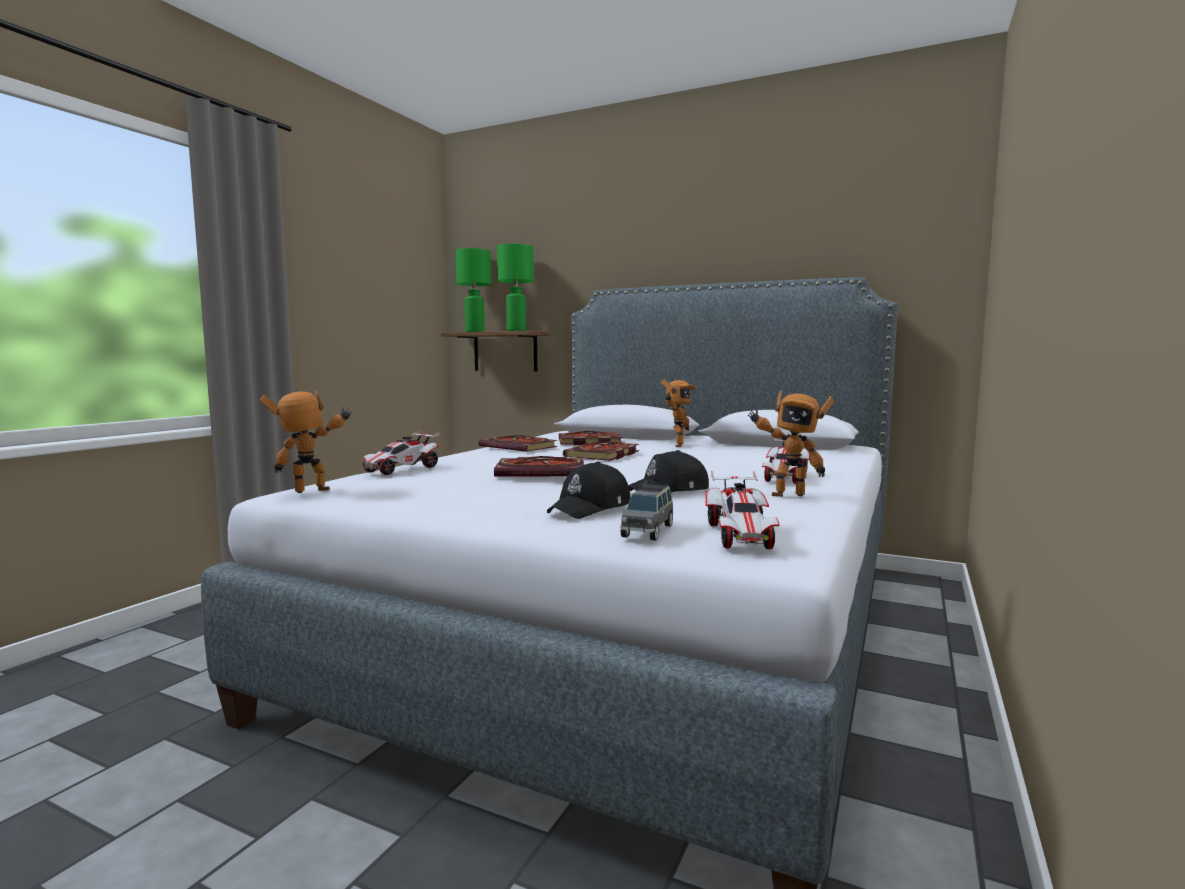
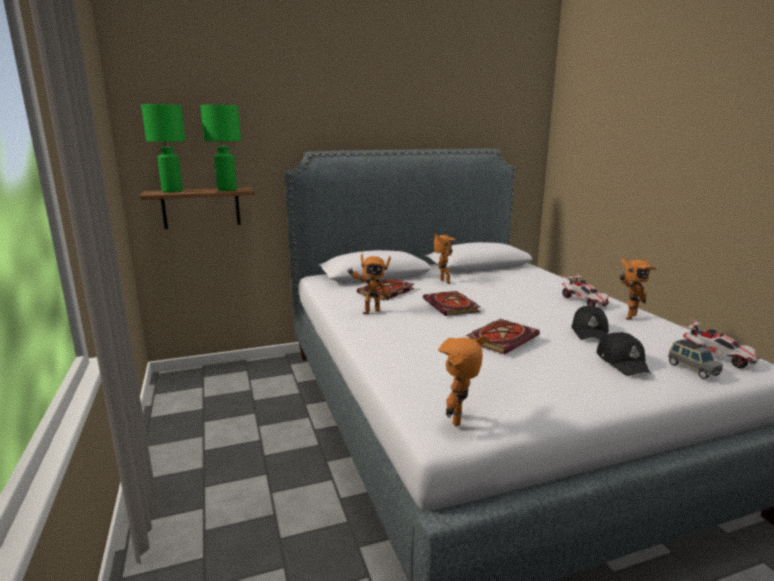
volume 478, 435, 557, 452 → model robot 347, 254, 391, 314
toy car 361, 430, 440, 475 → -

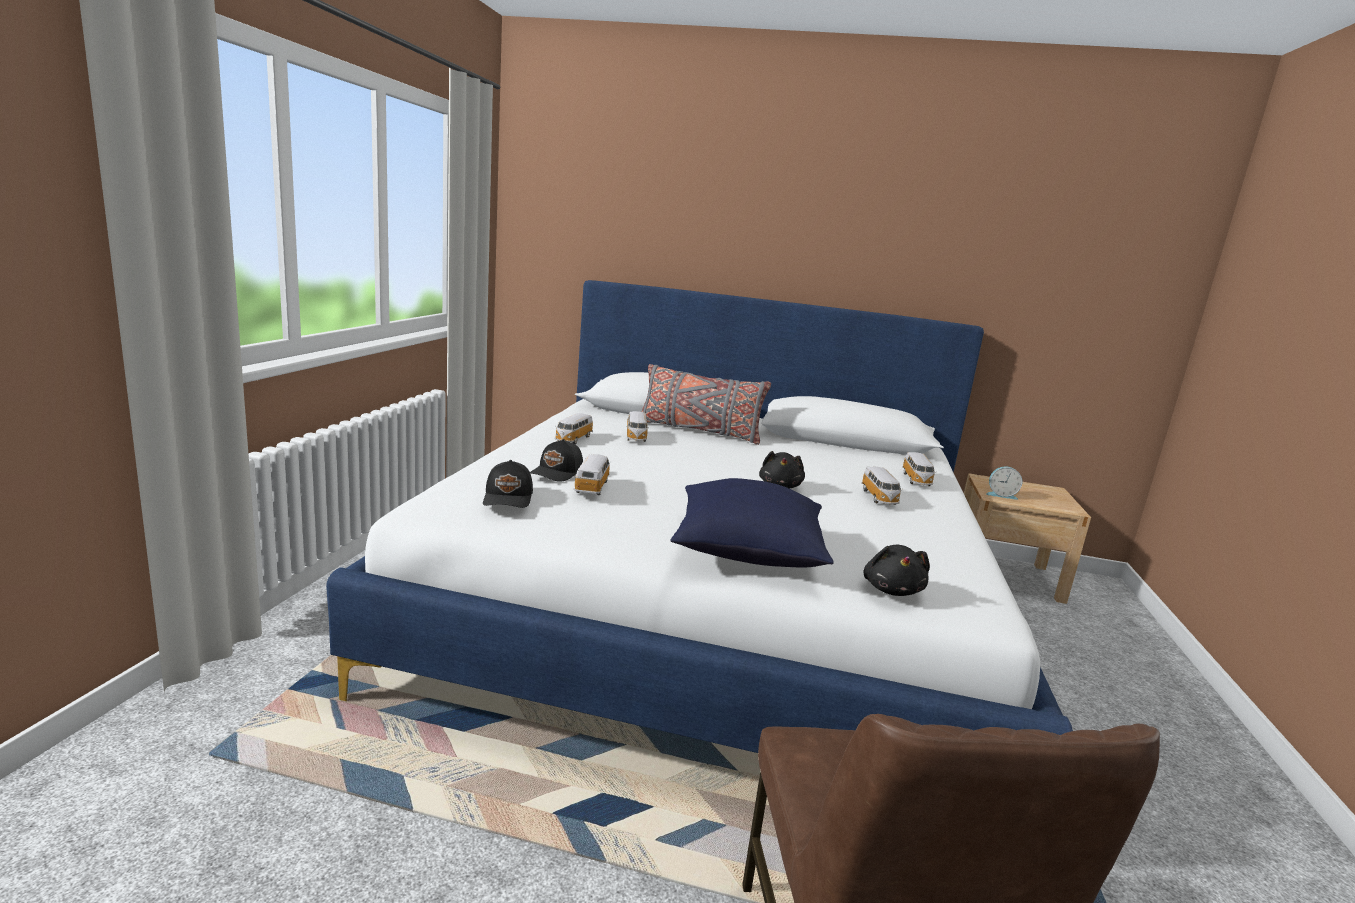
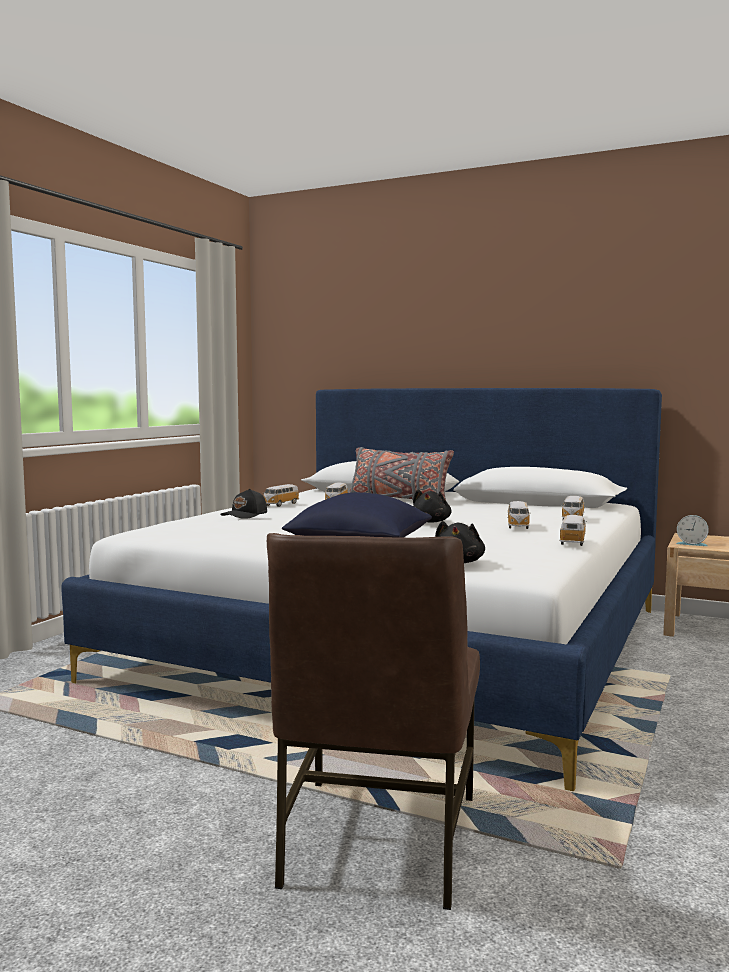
toy car 574, 454, 611, 495 → toy car 559, 515, 587, 546, move
black peaked cap 483, 460, 533, 508 → -

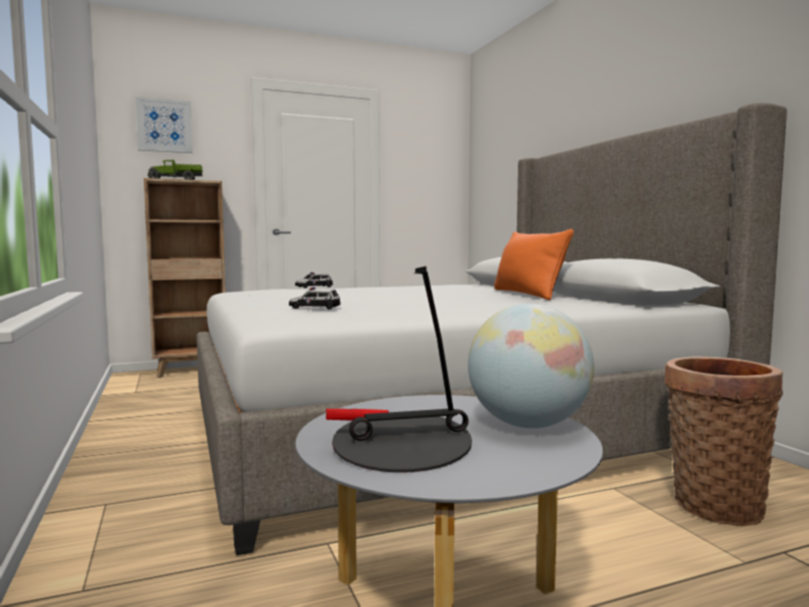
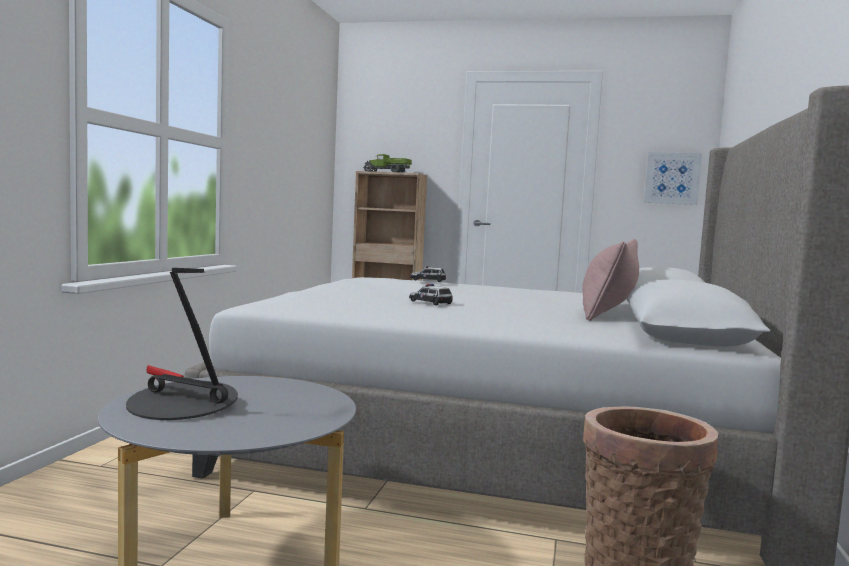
toy car 289, 287, 340, 309 → toy car 409, 284, 453, 305, move
orange pillow 494, 229, 574, 300 → pink pillow 582, 239, 639, 321
wall picture 136, 97, 193, 153 → wall picture 644, 152, 702, 205, move
world globe 468, 304, 594, 428 → -

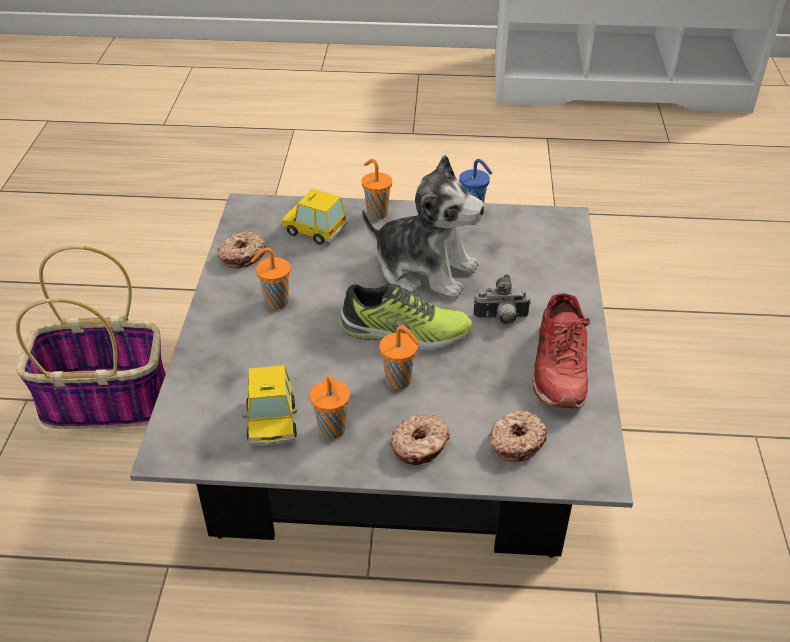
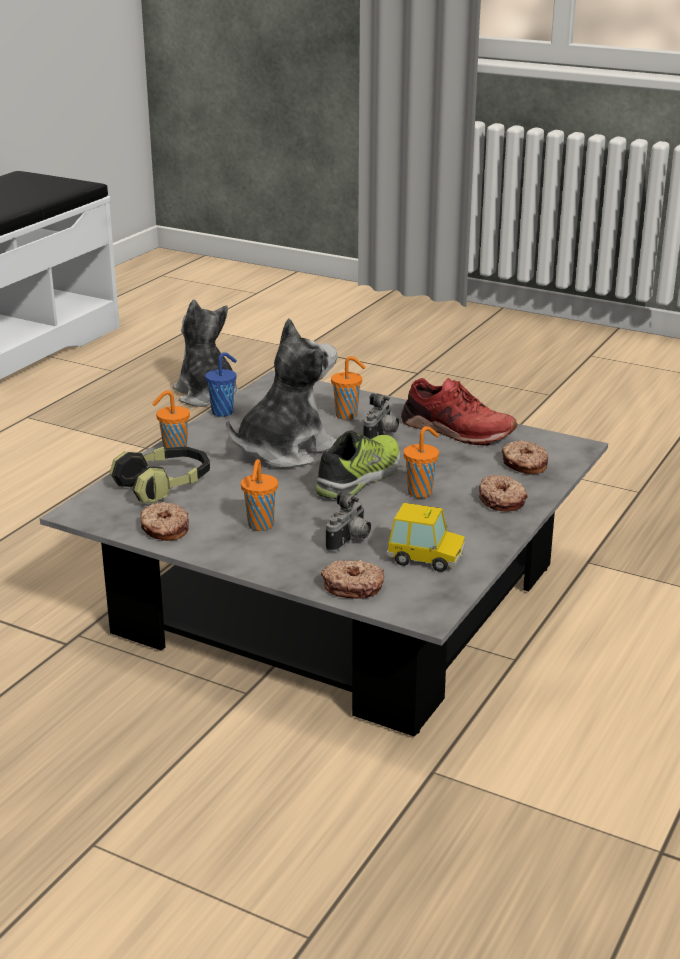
toy car 281, 189, 348, 245 → headset 110, 447, 210, 503
- → soft toy 173, 299, 239, 407
- → donut 321, 559, 384, 598
- → photo camera 326, 491, 371, 552
orange drinking cup 310, 375, 350, 439 → orange drinking cup 331, 356, 366, 420, move
storage basket 16, 245, 166, 429 → -

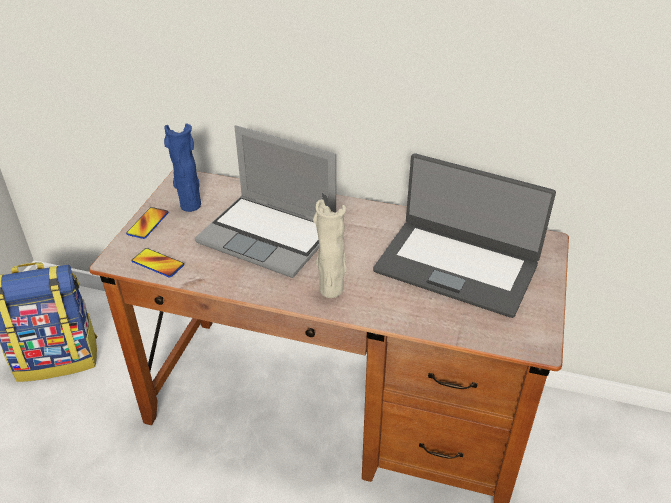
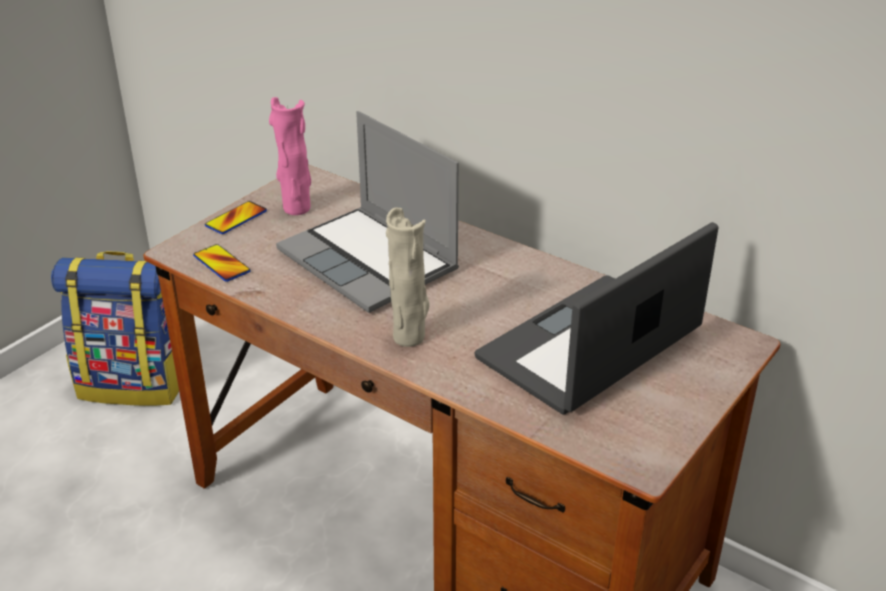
blue flower vase 164, 124, 201, 212 → pink flower vase 269, 97, 311, 215
laptop 373, 153, 556, 318 → laptop 474, 222, 719, 415, 90 degrees clockwise

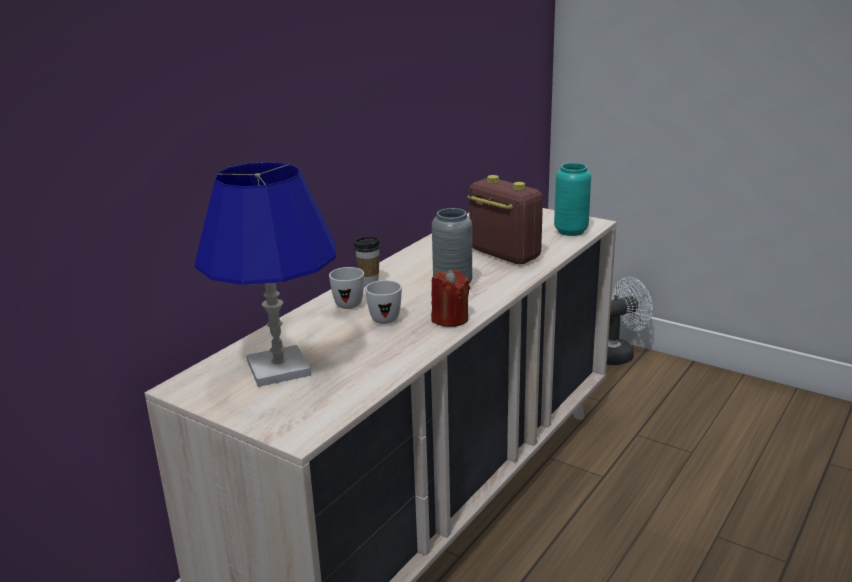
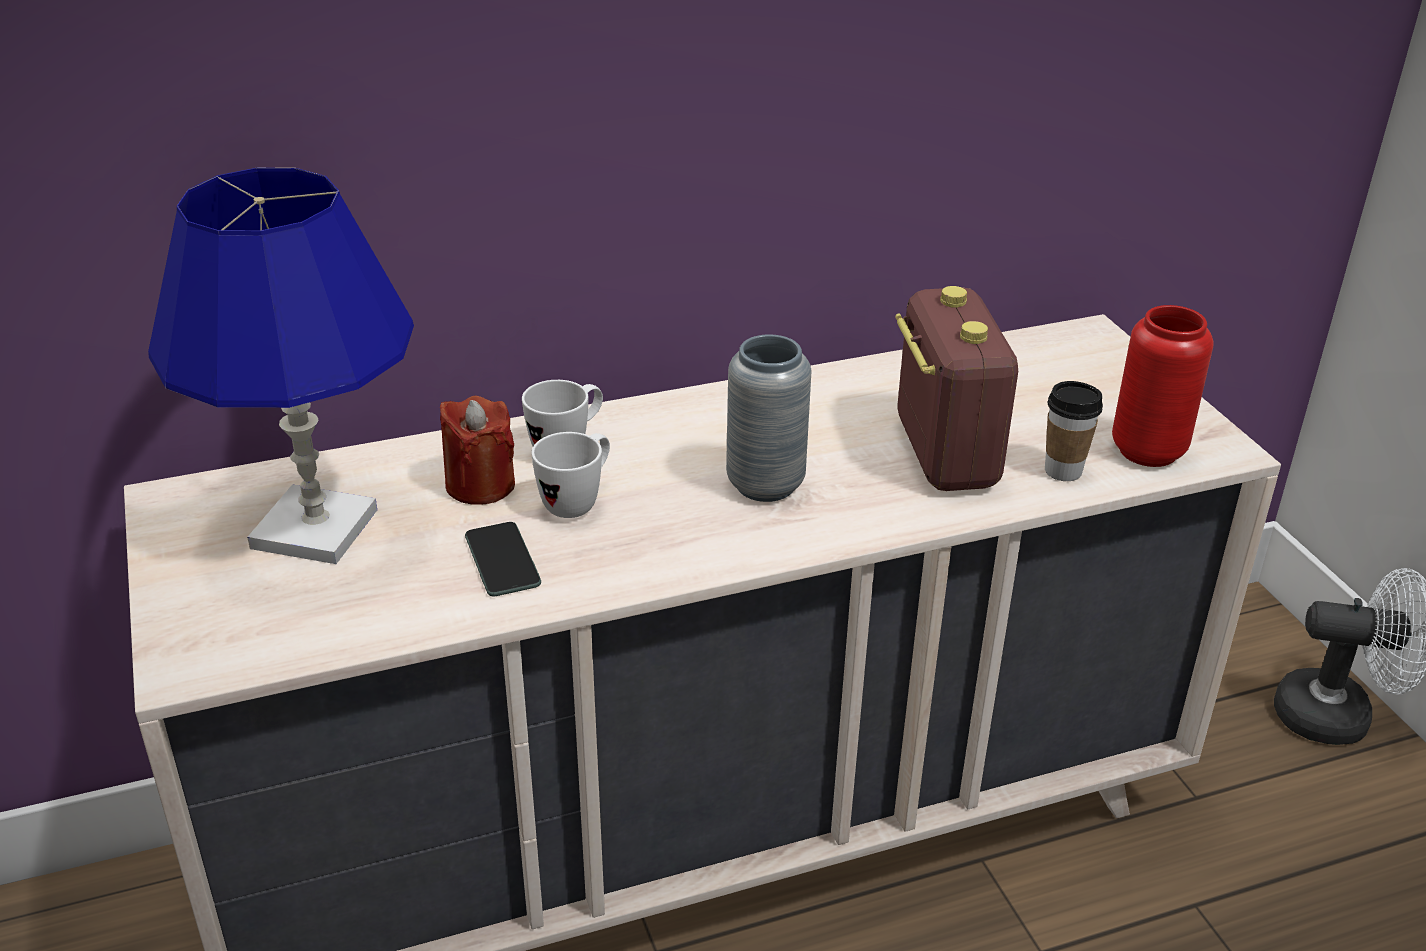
reddish wax light 431, 270, 470, 327 → reddish wax light 440, 396, 515, 505, move
- → handset 465, 522, 541, 596
drinking cup 354, 237, 380, 287 → drinking cup 1045, 381, 1103, 481, move
turquoise-coloured flower vase 554, 163, 591, 236 → reddish flower vase 1112, 305, 1213, 467

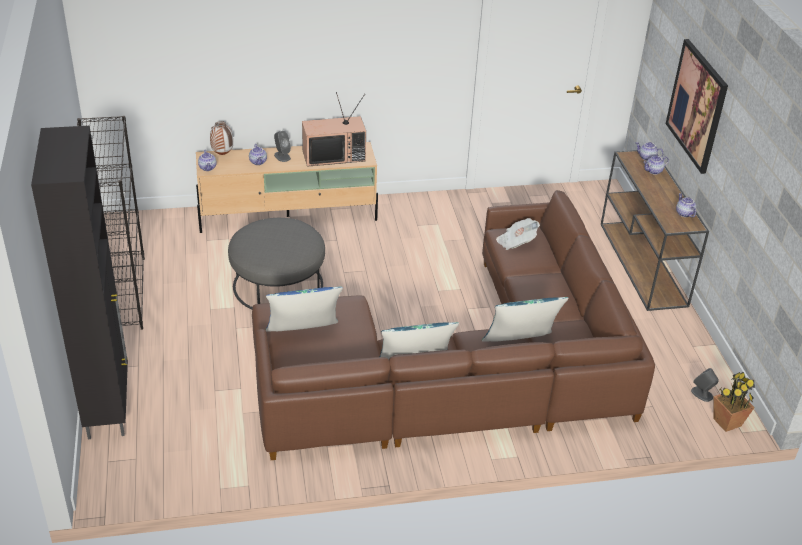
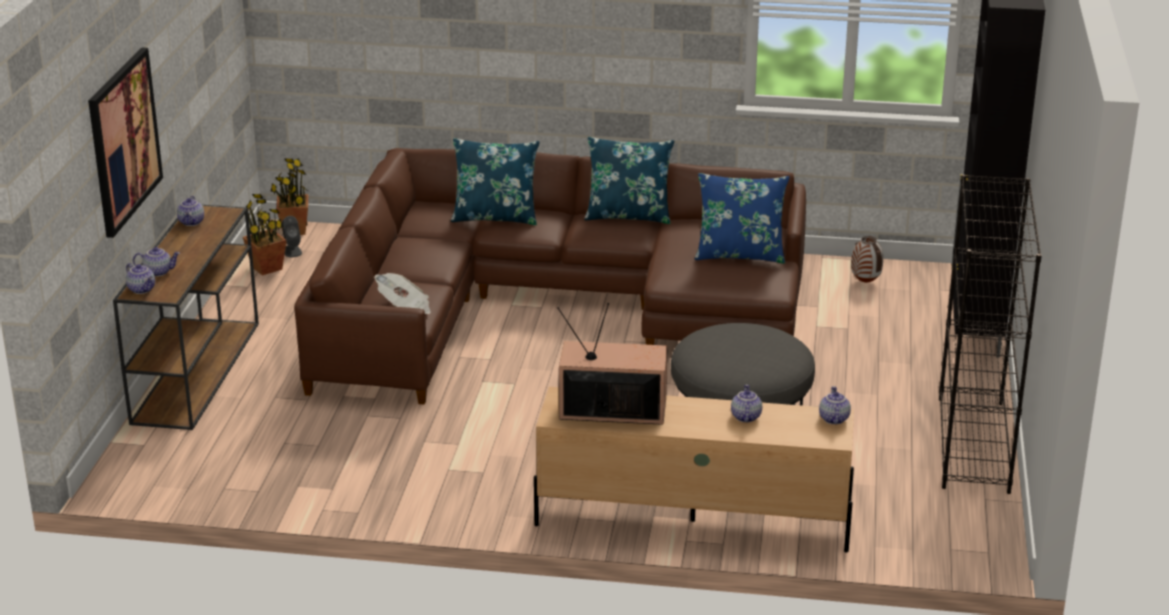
- → houseplant 243, 194, 287, 276
flower vase 210, 121, 233, 155 → flower vase 851, 236, 883, 283, move
gray audio speaker 274, 131, 291, 162 → -

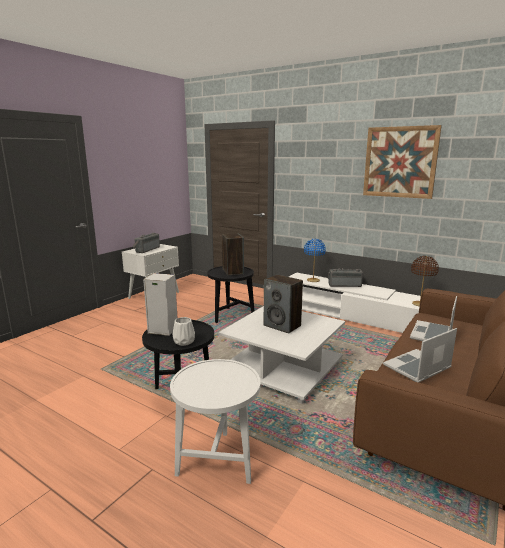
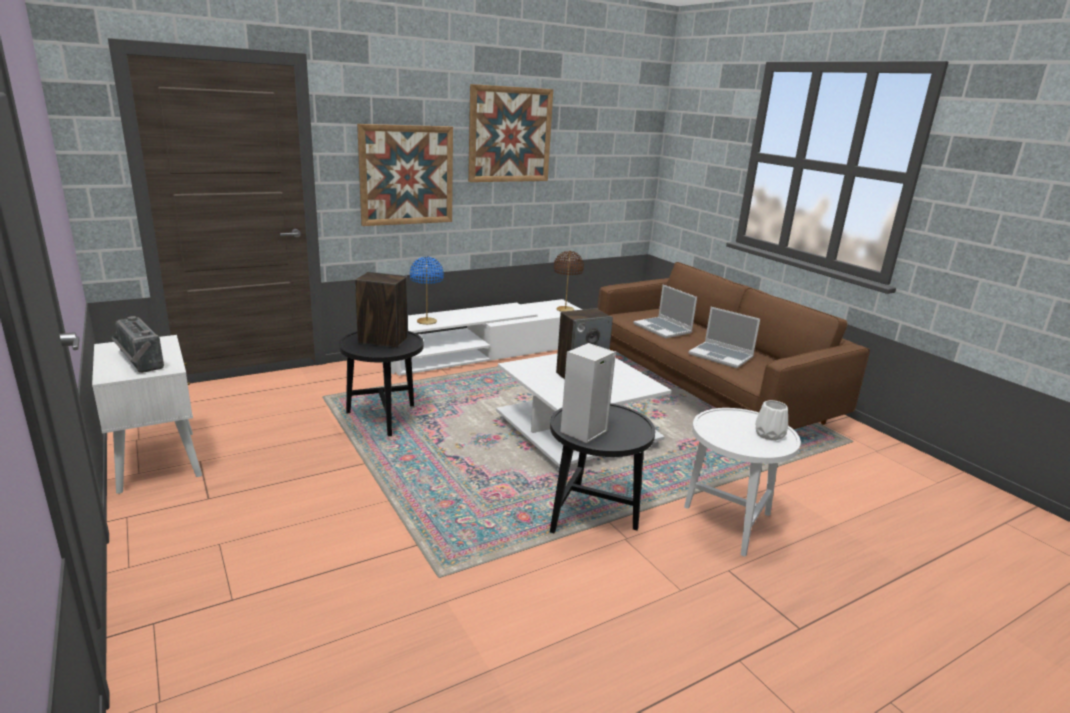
- → wall picture 357, 124, 453, 226
laptop 383, 328, 457, 383 → laptop 688, 307, 760, 368, 45 degrees counterclockwise
whitish flower vase 172, 317, 195, 346 → whitish flower vase 755, 400, 788, 441, move
radio receiver 328, 268, 363, 287 → -

